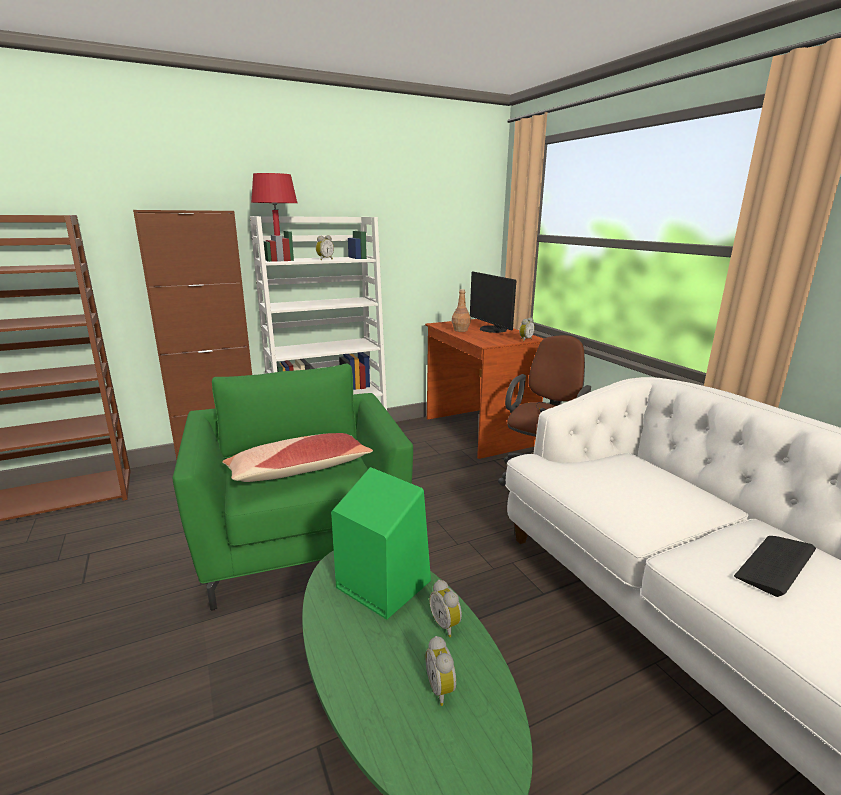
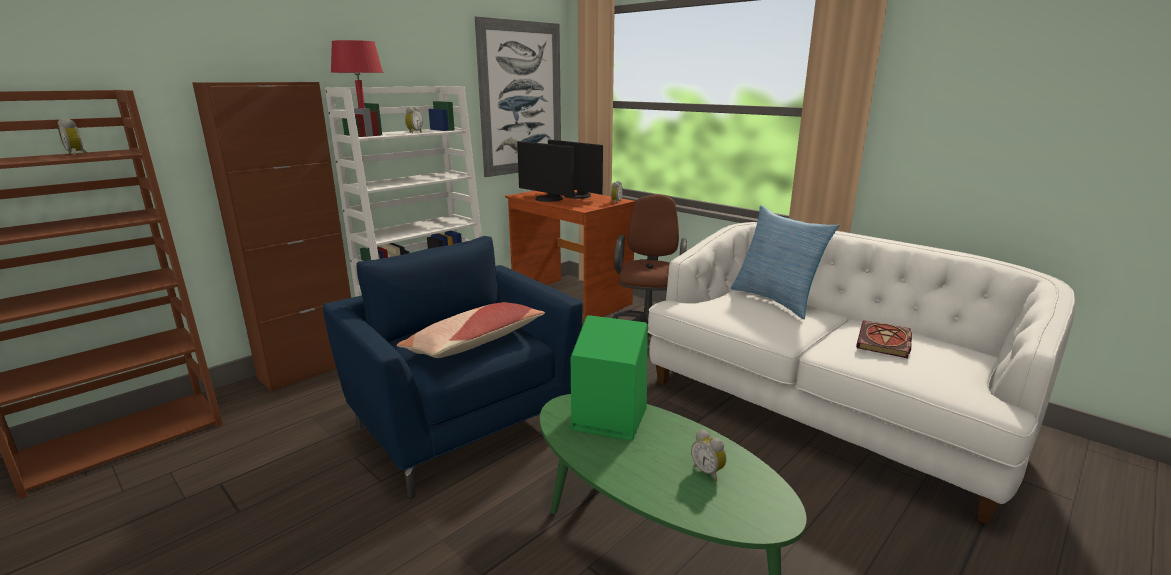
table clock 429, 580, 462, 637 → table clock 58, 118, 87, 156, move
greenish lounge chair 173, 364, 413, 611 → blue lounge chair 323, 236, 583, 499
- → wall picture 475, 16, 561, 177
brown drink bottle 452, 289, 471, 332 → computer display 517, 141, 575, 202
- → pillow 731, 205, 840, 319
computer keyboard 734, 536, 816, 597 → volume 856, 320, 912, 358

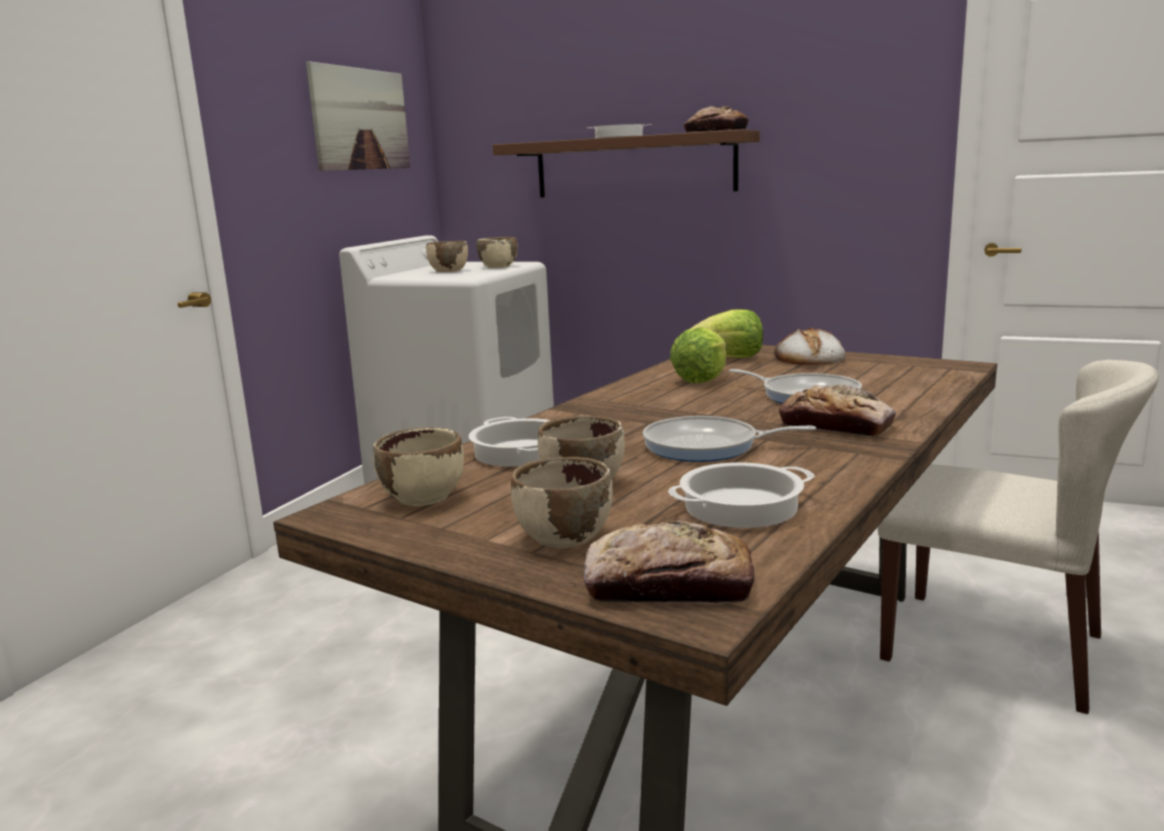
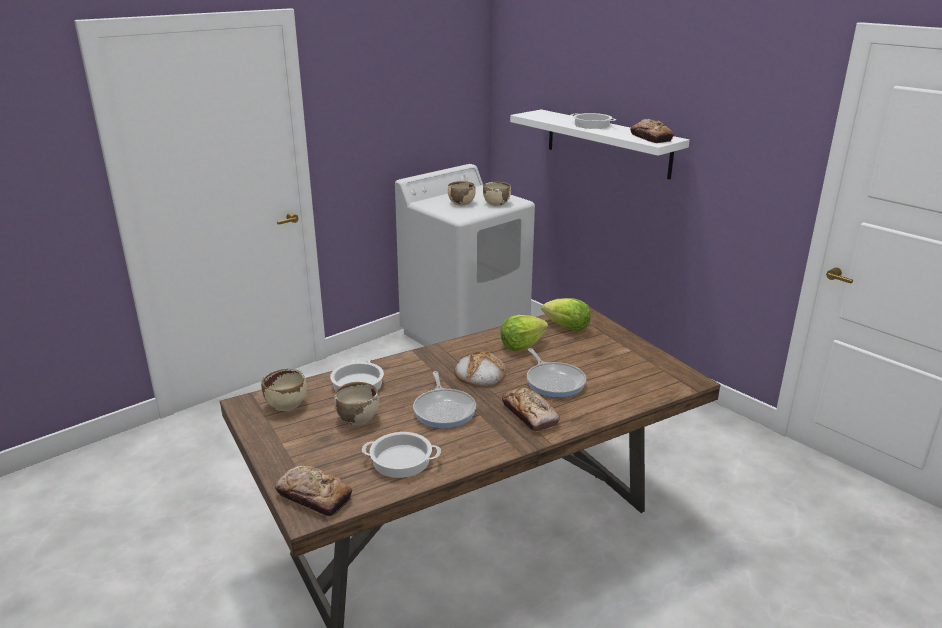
skillet 643, 416, 816, 462 → skillet 413, 371, 476, 428, 135 degrees counterclockwise
bread 774, 328, 846, 365 → bread 455, 351, 506, 387, move
brown bracket shelf 492, 129, 760, 197 → whitish bracket shelf 510, 109, 690, 180
wall picture 306, 61, 410, 171 → -
beige-coloured bowl 511, 457, 613, 548 → -
beige-coloured chair 878, 360, 1159, 714 → -

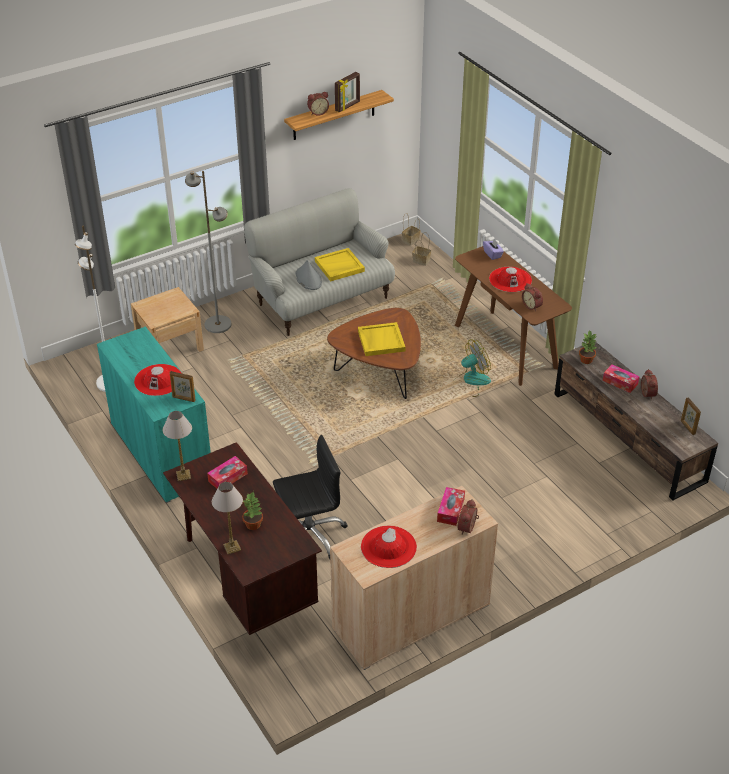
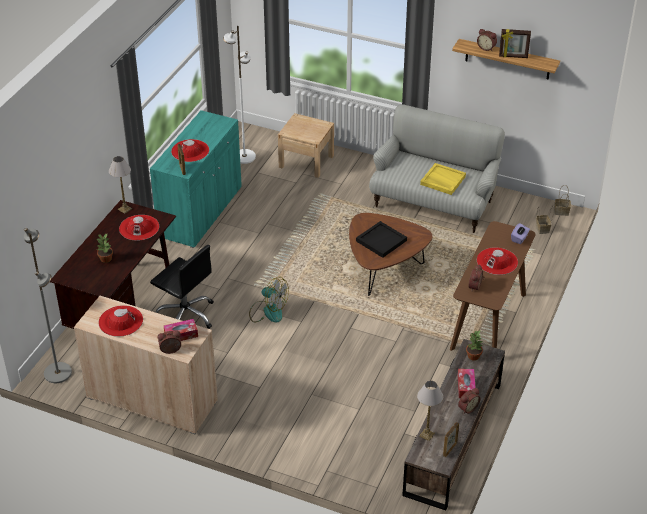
gray standard lamp 185, 171, 232, 333 → gray standard lamp 24, 228, 72, 383, move
tissue box 207, 456, 248, 489 → reddish clothing hat 119, 215, 159, 241
fan 452, 339, 491, 397 → fan 249, 277, 289, 323, move
yellowish carrying tray 358, 322, 406, 356 → black carrying tray 356, 221, 407, 258
table lamp 212, 482, 243, 554 → table lamp 417, 381, 443, 441, move
gray clothing hat 295, 260, 322, 290 → -

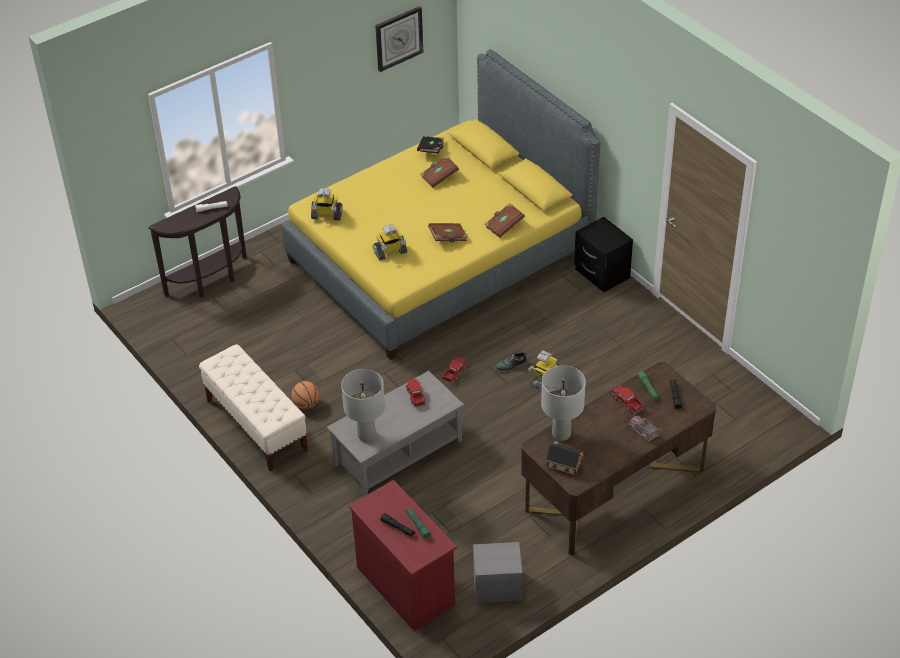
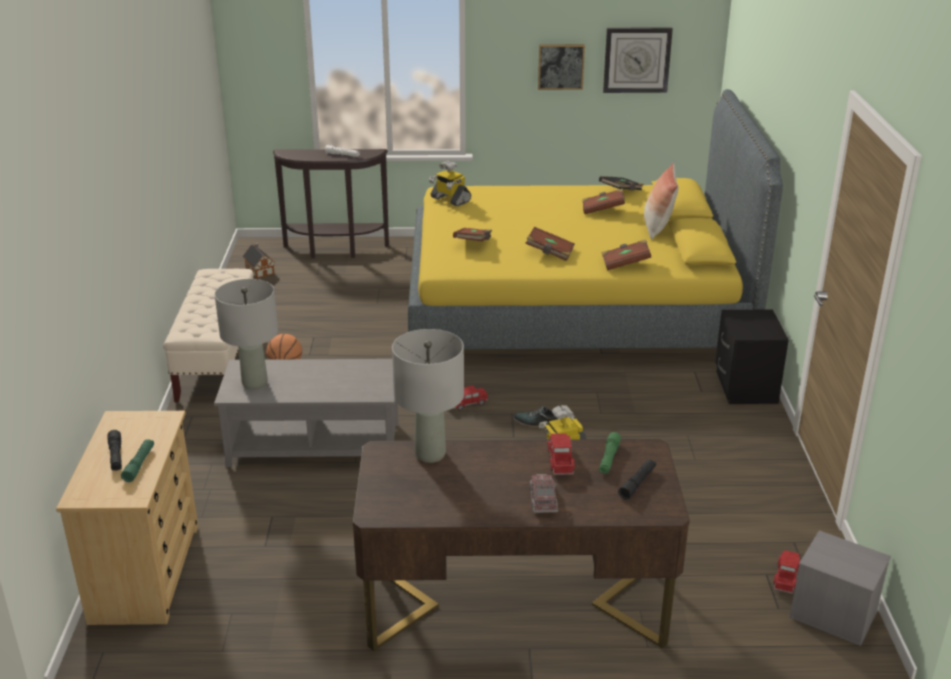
reddish dresser 349, 480, 457, 631 → beige-coloured dresser 56, 411, 198, 625
miniature house 546, 441, 583, 476 → miniature house 243, 243, 275, 278, move
model robot 373, 224, 407, 261 → brown volume 453, 228, 492, 241
- → wall picture 538, 44, 585, 90
- → pillow 644, 162, 678, 239
model truck 406, 379, 425, 408 → model truck 773, 550, 800, 594, move
gray storage box 473, 542, 522, 603 → gray storage box 789, 530, 891, 646, move

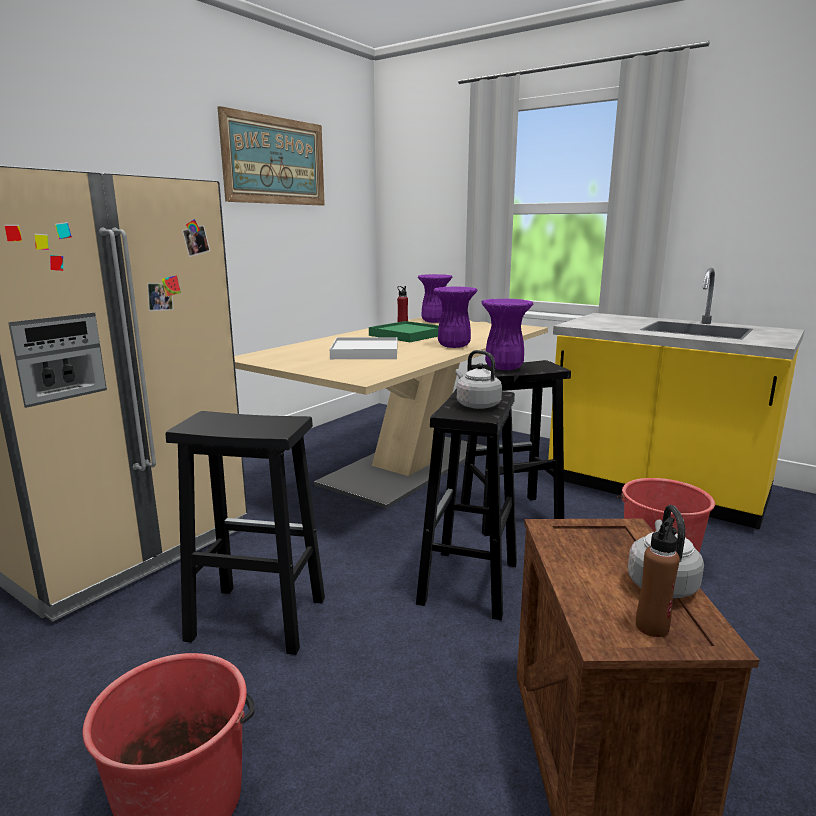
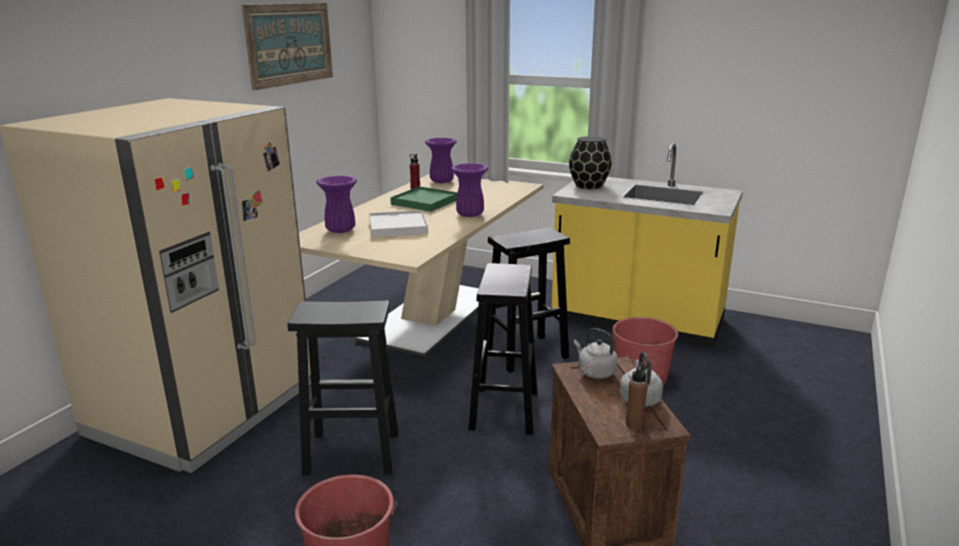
purple-coloured flower vase 481, 299, 533, 370 → purple-coloured flower vase 316, 175, 357, 233, move
- → black flower vase 569, 136, 611, 189
gray tea kettle 455, 350, 502, 409 → gray tea kettle 574, 328, 618, 379, move

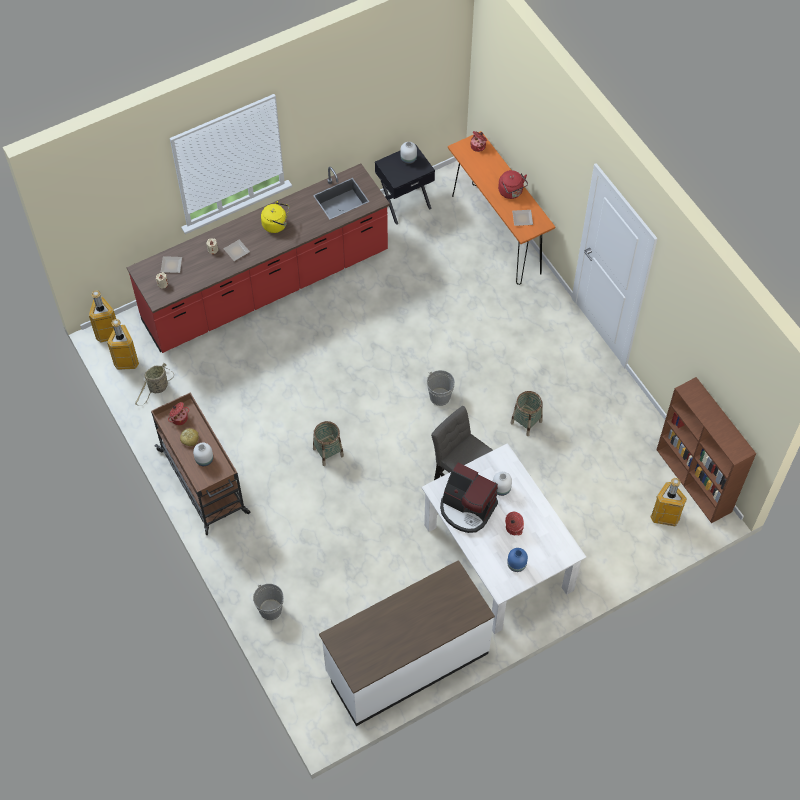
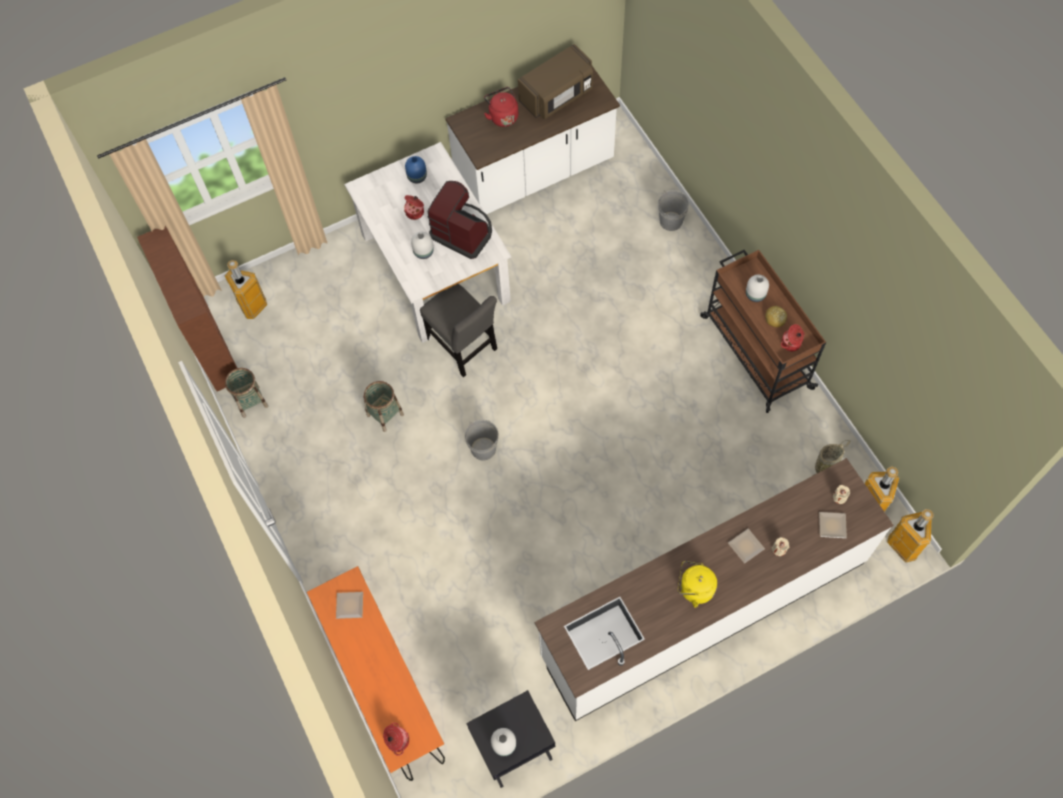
storage basket 313, 421, 344, 466 → storage basket 225, 368, 268, 418, move
reddish tea kettle 498, 170, 528, 199 → reddish tea kettle 484, 87, 518, 127, move
- → brown microwave 518, 44, 593, 119
reddish counter 127, 163, 390, 353 → whitish counter 535, 458, 893, 721

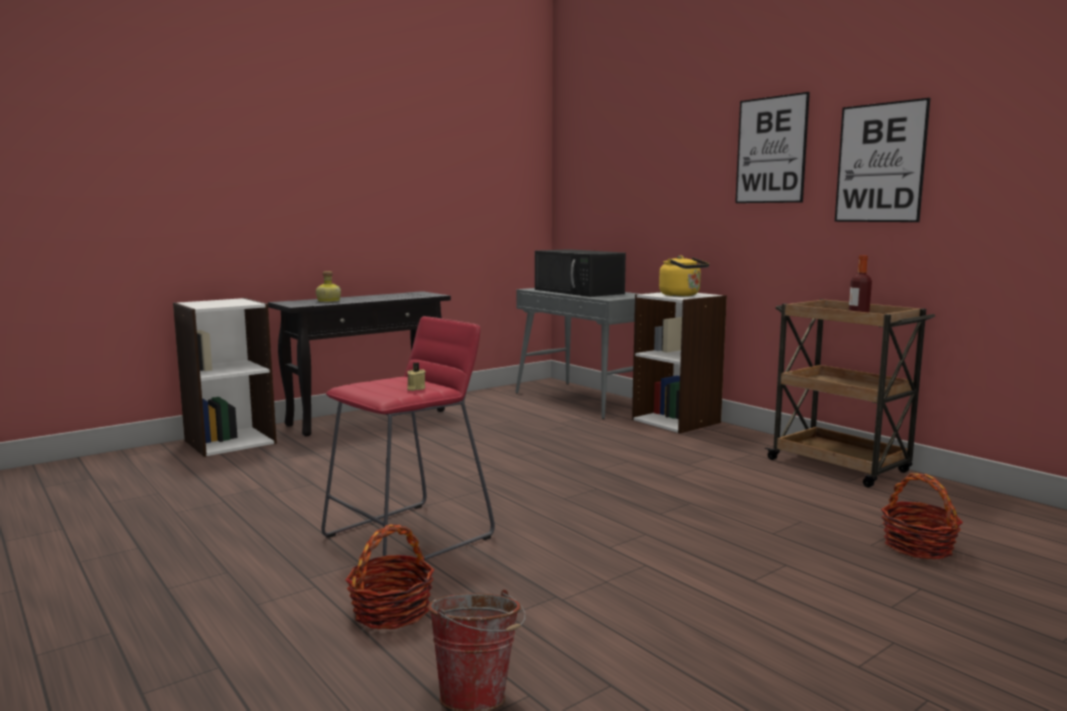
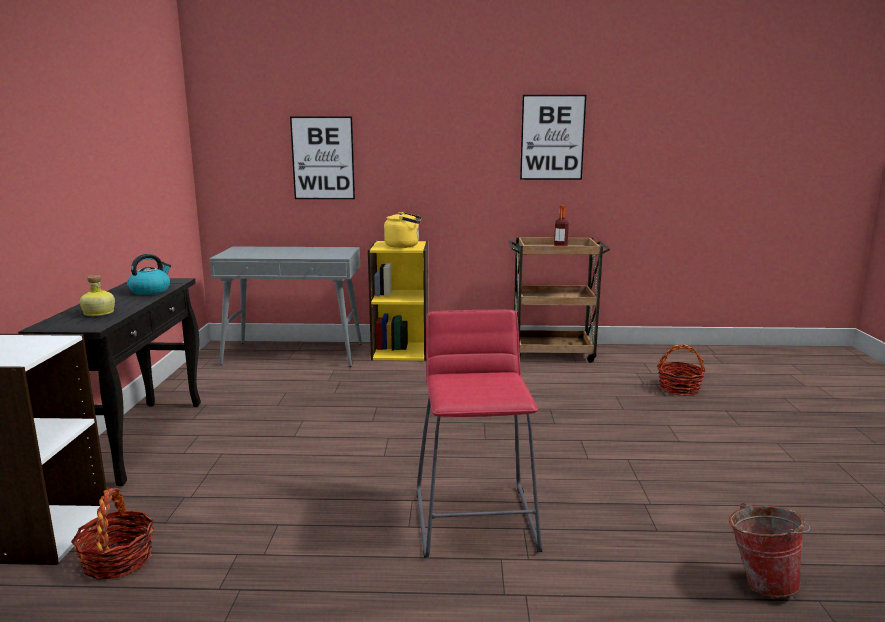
storage basket 345, 524, 434, 630 → storage basket 71, 488, 154, 580, move
- → tea kettle 127, 254, 171, 295
wall picture 735, 92, 810, 203 → wall picture 290, 117, 355, 199, move
whitish bookshelf 632, 292, 727, 433 → yellowish bookshelf 368, 241, 429, 361
beige-coloured wax light 407, 363, 426, 391 → -
black microwave 535, 249, 626, 297 → -

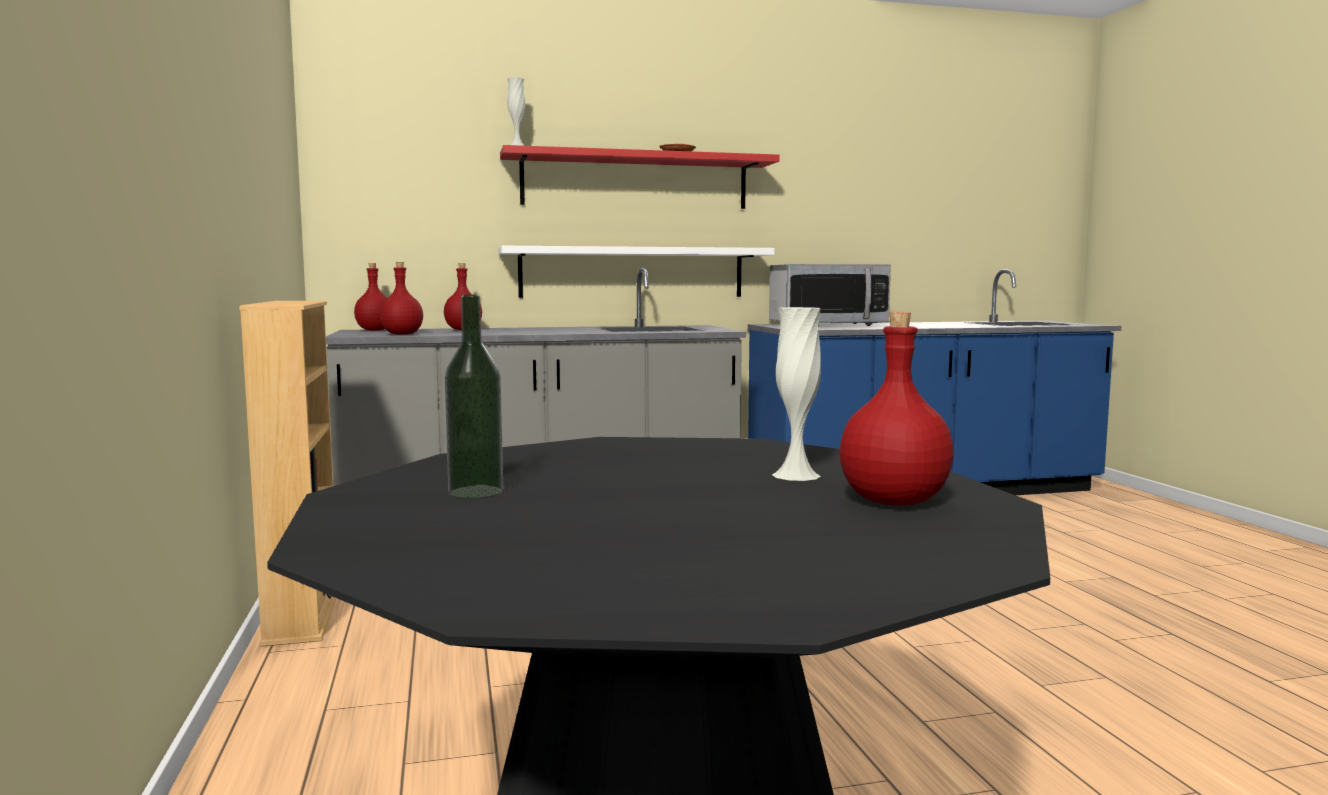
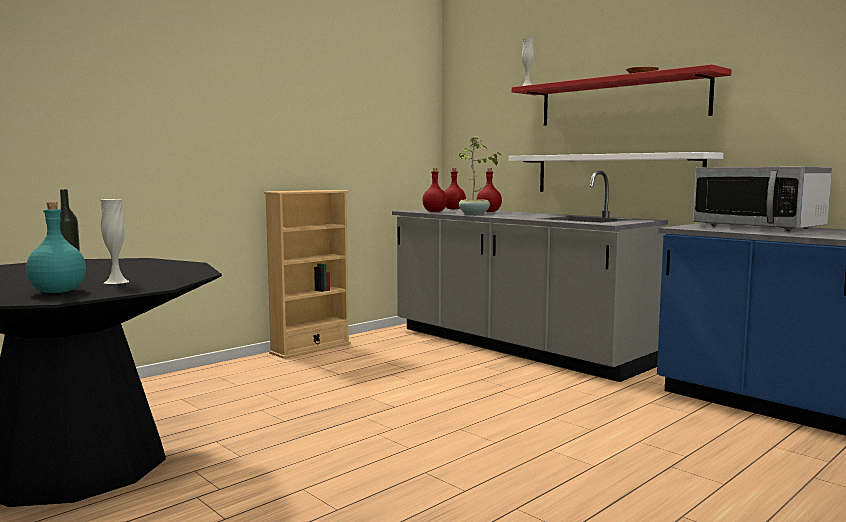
reddish drink bottle 840, 312, 954, 506 → turquoise-coloured drink bottle 26, 202, 86, 293
- → houseplant 457, 136, 502, 215

